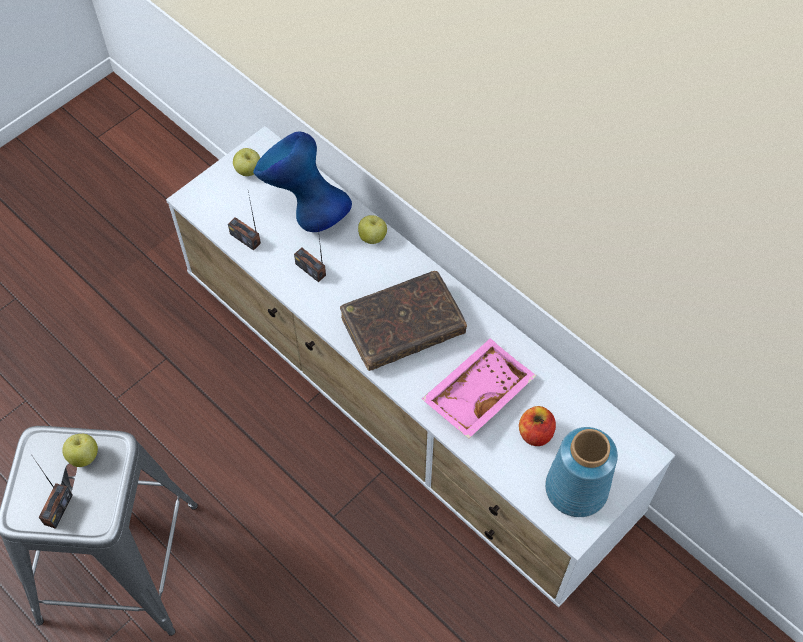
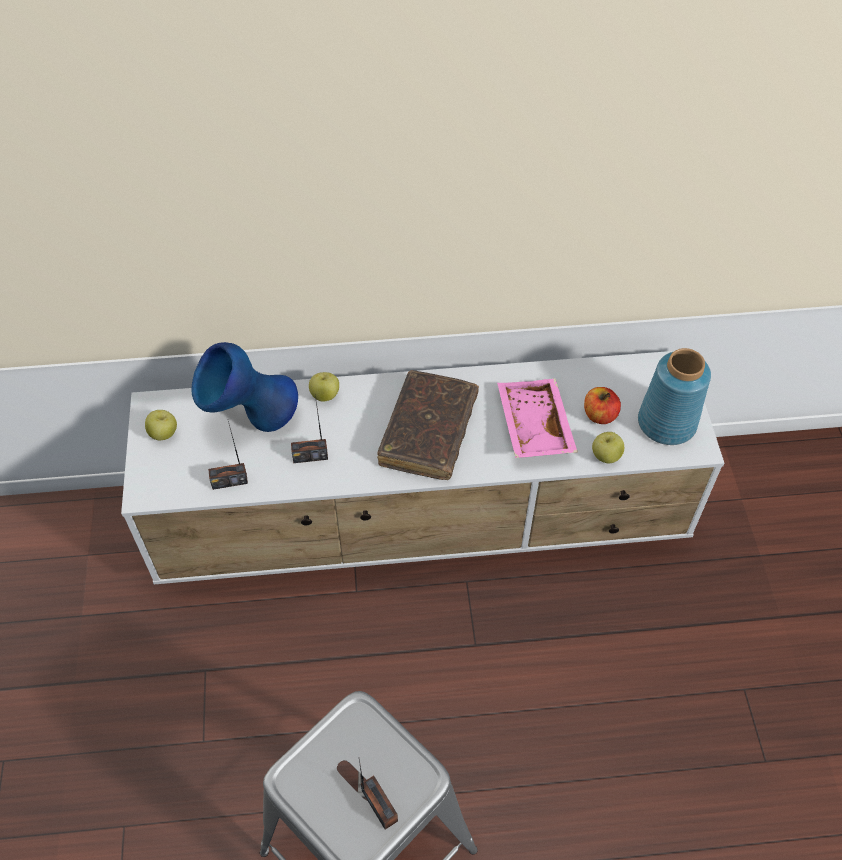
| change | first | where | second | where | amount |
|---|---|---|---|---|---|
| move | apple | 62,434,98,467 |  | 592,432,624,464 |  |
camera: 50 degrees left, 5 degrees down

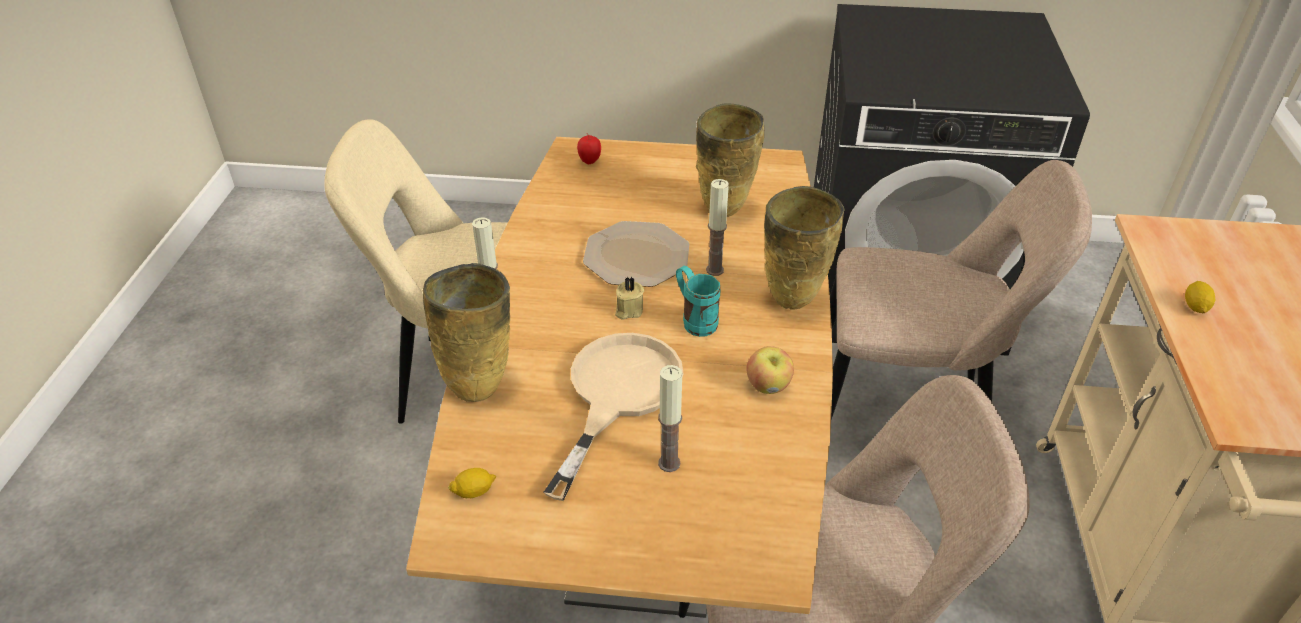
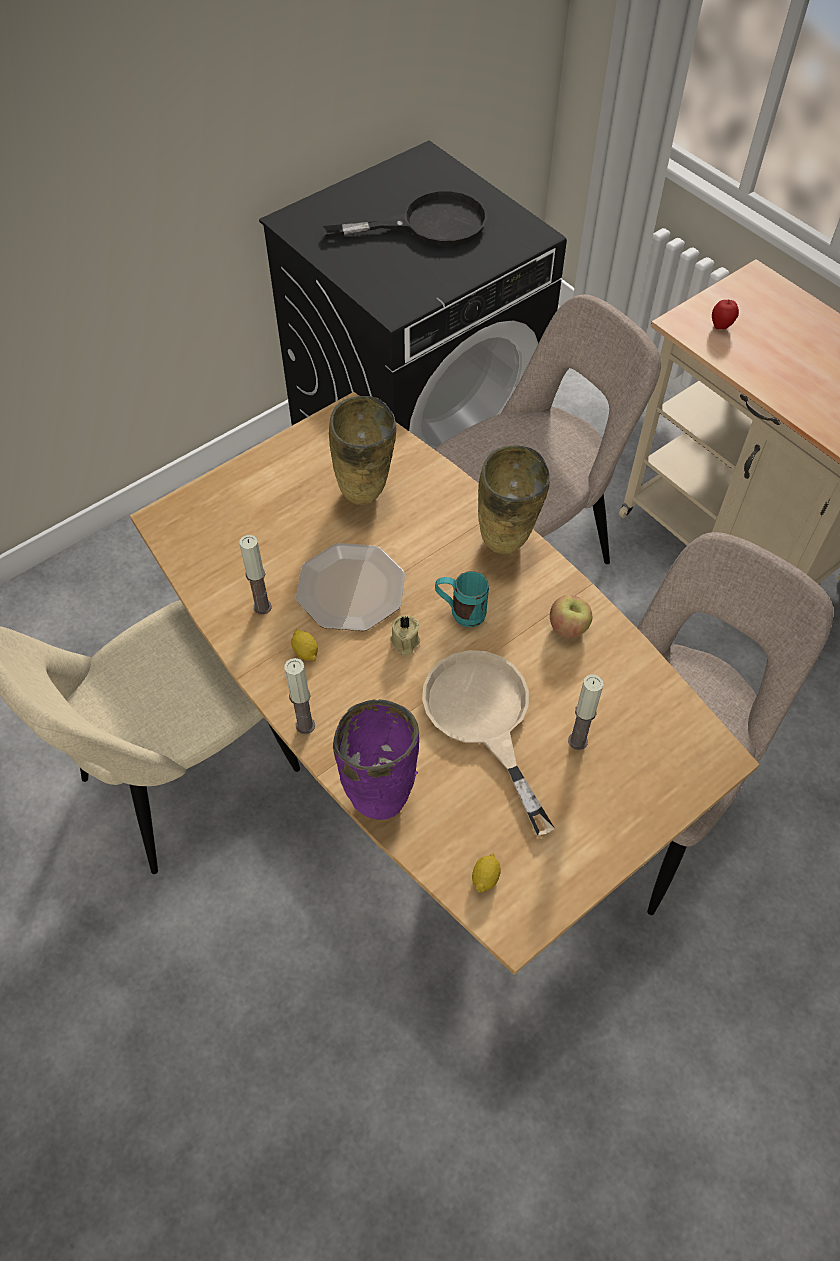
| change | first | where | second | where | amount |
|---|---|---|---|---|---|
| move | candle | 706,179,729,276 |  | 239,535,272,615 |  |
| move | lemon | 1185,281,1216,313 |  | 291,630,318,661 |  |
| insert |  |  | black frying pan | 322,190,488,247 |  |
| recolor | beige vase | 423,263,510,402 | purple vase | 333,699,419,820 |  |
| move | apple | 577,133,601,164 |  | 712,300,739,329 |  |
camera: 45 degrees left, 15 degrees up

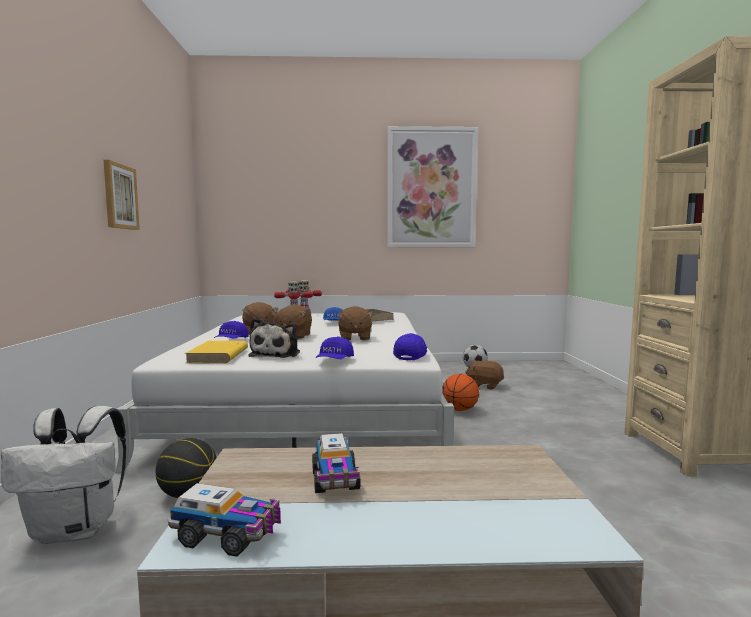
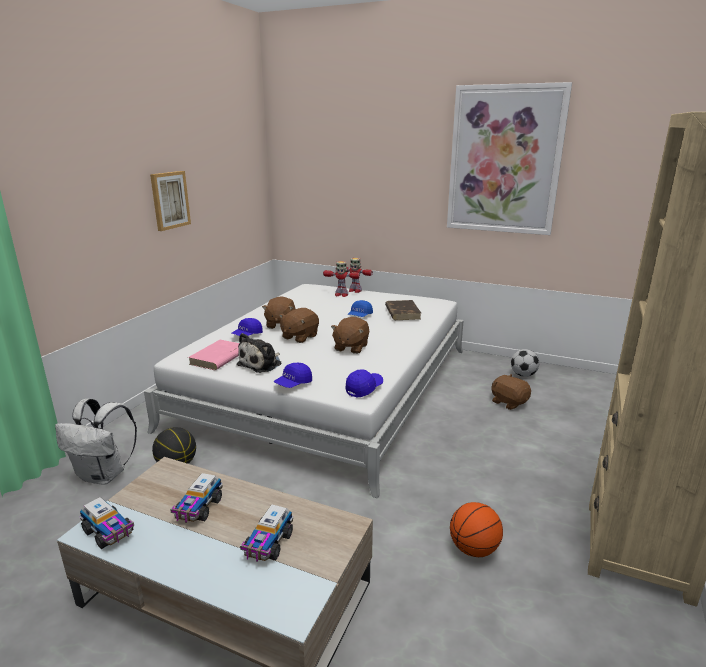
| change | first | where | second | where | amount |
|---|---|---|---|---|---|
| recolor | yellow book | 185,341,248,363 | pink book | 188,340,239,370 |  |
| insert |  |  | toy truck | 240,504,293,562 |  |
| move | basketball | 442,374,479,411 |  | 450,502,503,557 |  |
camera: 25 degrees right, 15 degrees up

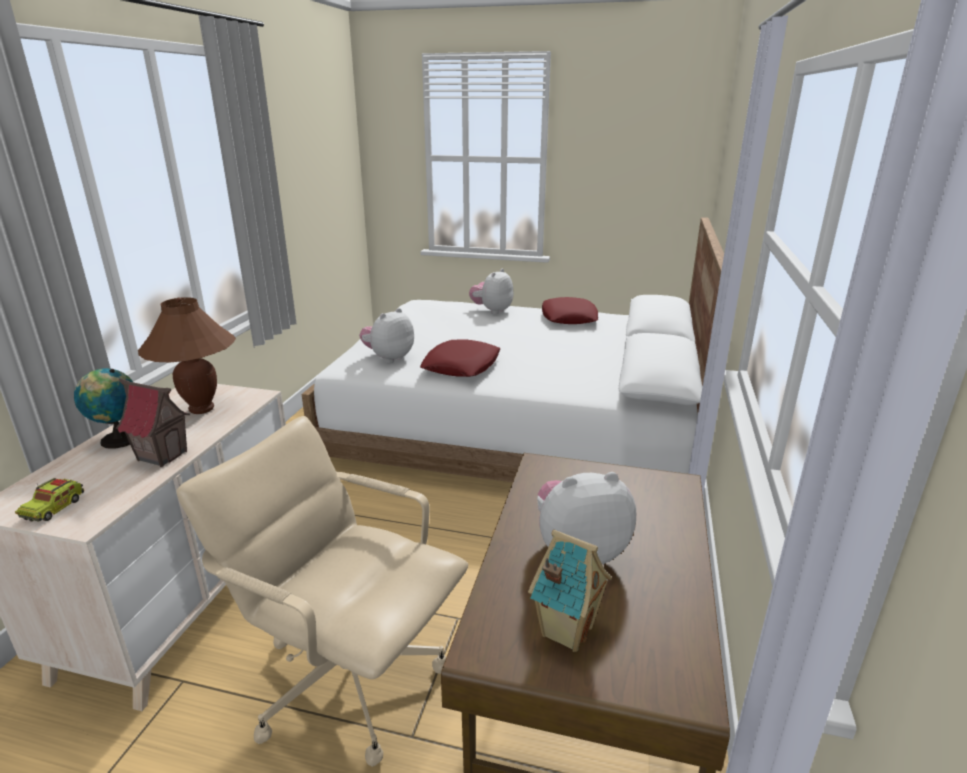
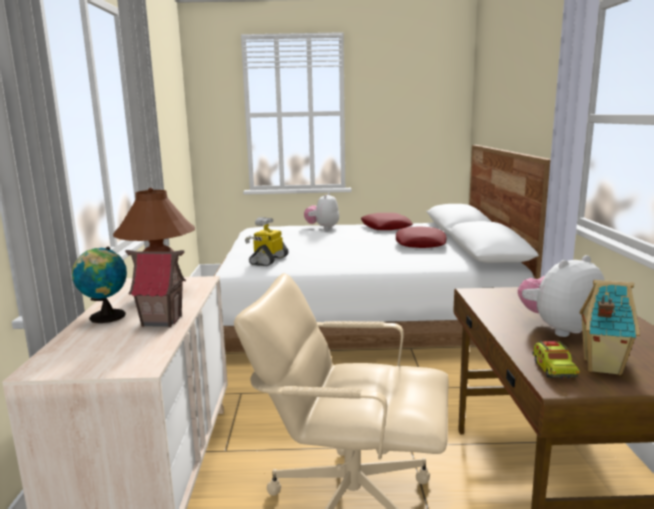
| change | first | where | second | where | amount |
|---|---|---|---|---|---|
| replace | plush toy | 359,308,414,363 | toy robot | 245,217,289,266 |  |
| move | red pillow | 420,339,500,377 |  | 396,226,446,248 |  |
| move | toy truck | 15,478,84,521 |  | 532,341,580,379 |  |
camera: 15 degrees left, 10 degrees down

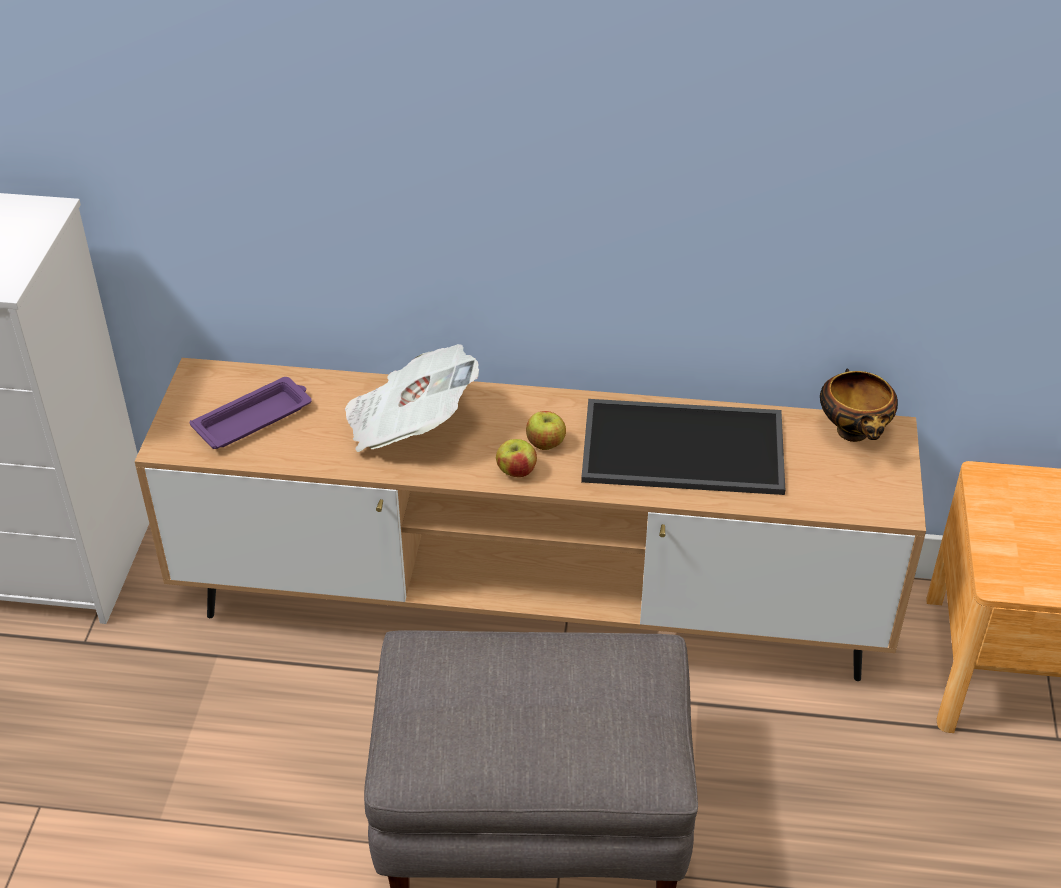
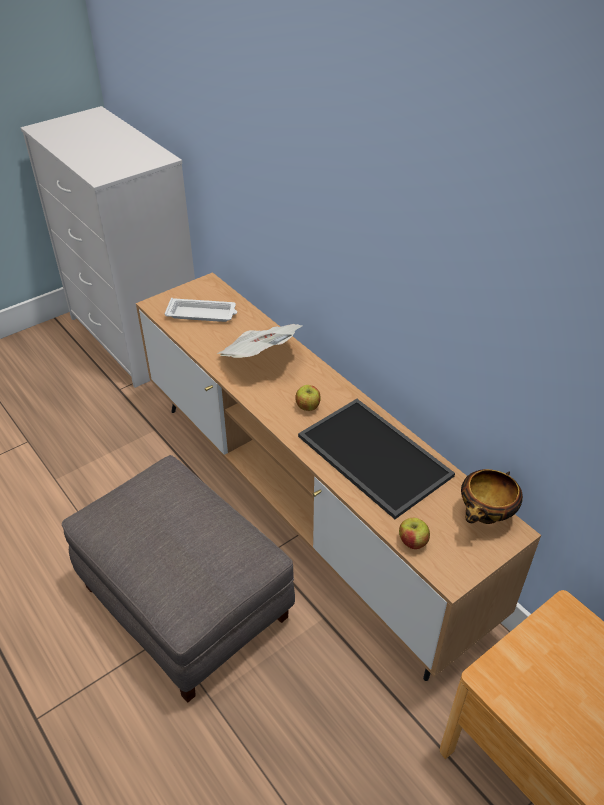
| change | first | where | second | where | amount |
|---|---|---|---|---|---|
| recolor | purple tray | 190,377,312,449 | white tray | 165,298,237,322 |  |
| move | apple | 496,439,537,477 |  | 399,518,430,549 |  |
camera: 45 degrees right, 0 degrees up

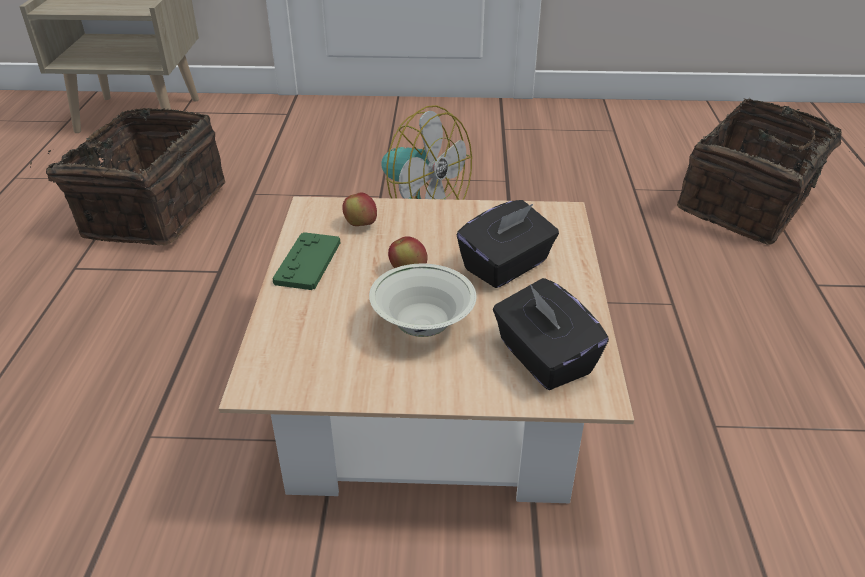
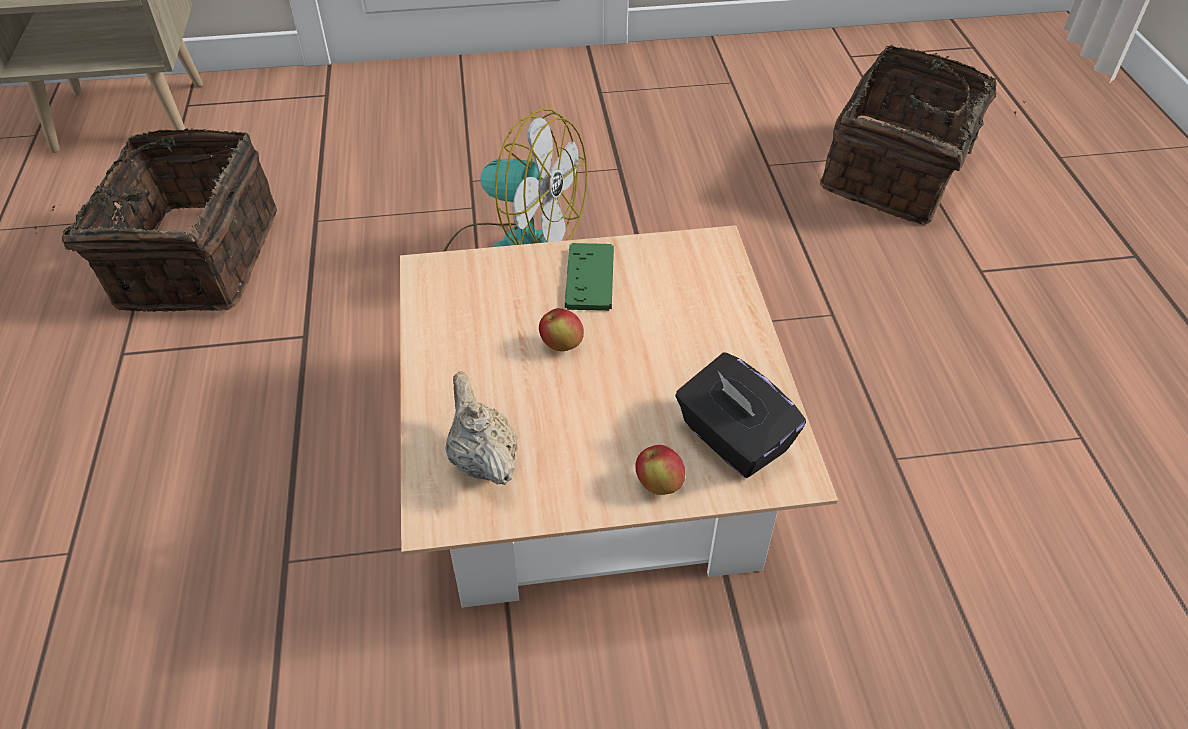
| change | first | where | second | where | amount |
|---|---|---|---|---|---|
| insert |  |  | beige teapot | 445,371,518,485 |  |
| move | green game controller | 272,232,340,290 |  | 565,243,614,311 |  |
| move | apple | 342,192,377,226 |  | 635,445,686,495 |  |
| delete | white bowl | 369,264,476,337 |  |  |  |
| delete | black tissue box | 457,200,559,288 |  |  |  |
camera: 10 degrees left, 10 degrees up

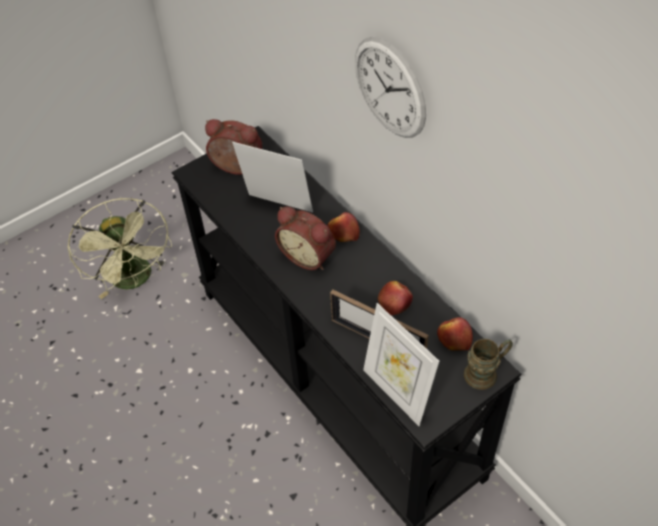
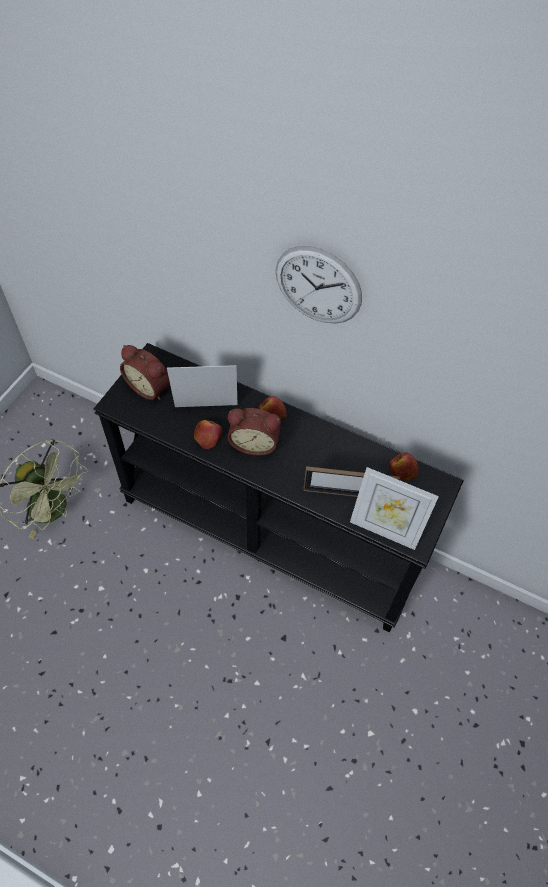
| change | first | where | second | where | amount |
|---|---|---|---|---|---|
| rotate | alarm clock | 205,119,262,175 |  | 120,345,170,400 | 135 degrees counterclockwise |
| move | apple | 378,281,413,315 |  | 194,420,222,449 |  |
| delete | brown mug | 464,339,513,390 |  |  |  |
camera: 30 degrees left, 5 degrees up

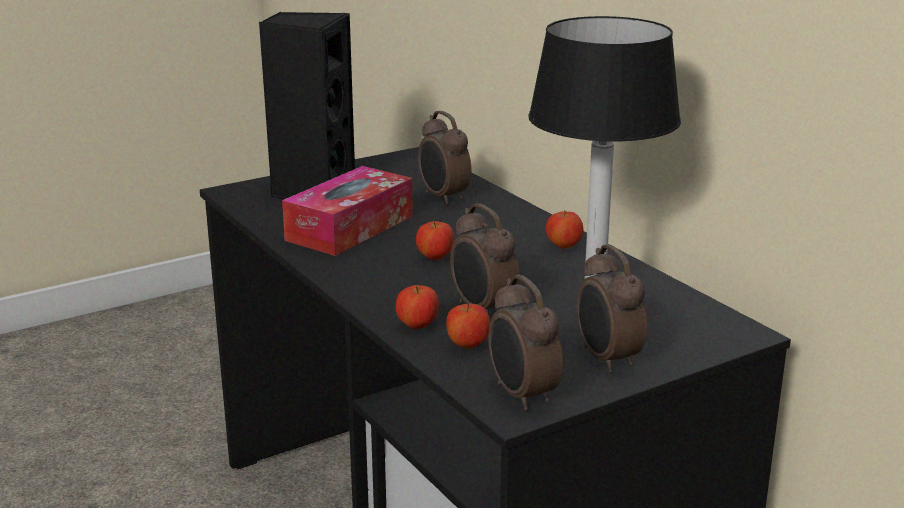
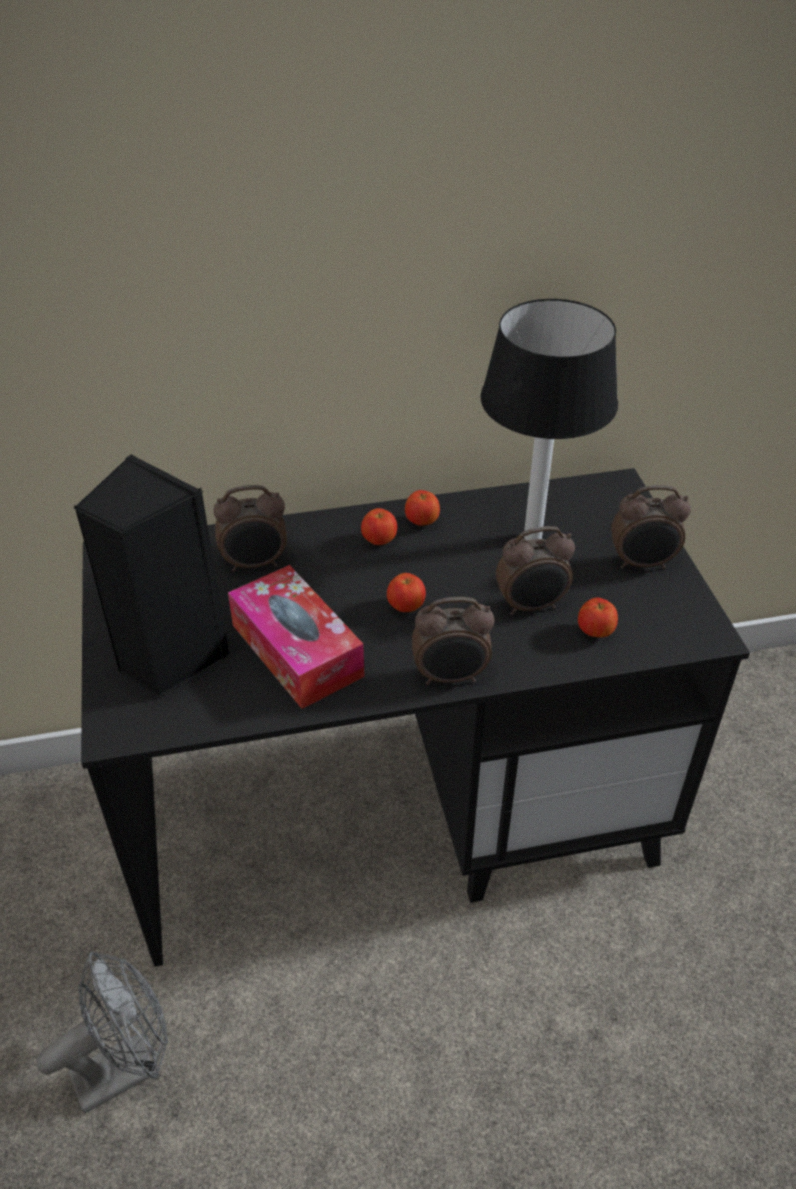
| change | first | where | second | where | amount |
|---|---|---|---|---|---|
| insert |  |  | grey fan | 36,952,168,1113 |  |
| move | apple | 396,285,439,329 |  | 361,508,397,545 |  |
| move | alarm clock | 488,275,563,411 |  | 412,597,495,685 |  |
camera: 70 degrees left, 20 degrees up

